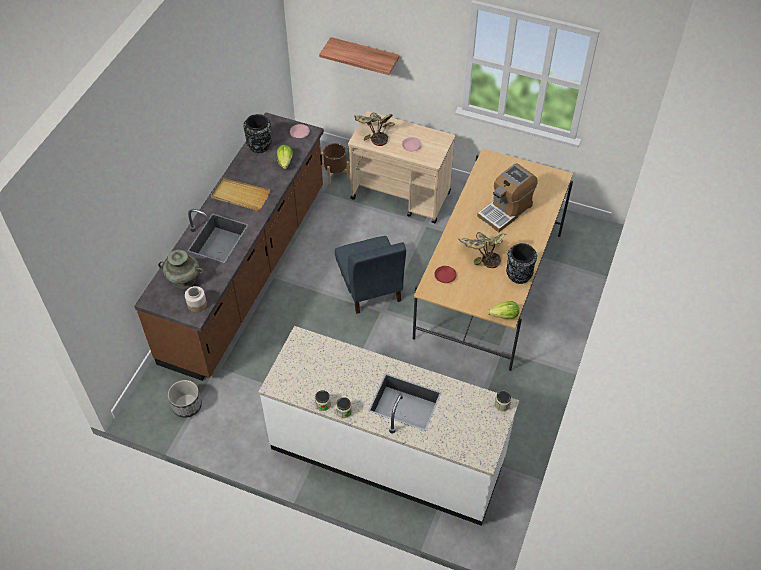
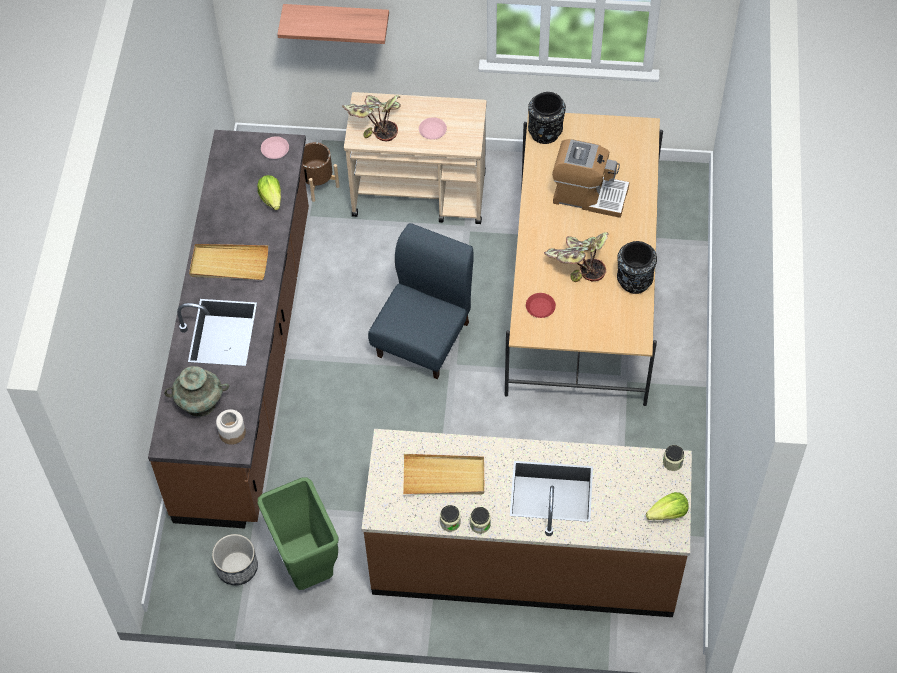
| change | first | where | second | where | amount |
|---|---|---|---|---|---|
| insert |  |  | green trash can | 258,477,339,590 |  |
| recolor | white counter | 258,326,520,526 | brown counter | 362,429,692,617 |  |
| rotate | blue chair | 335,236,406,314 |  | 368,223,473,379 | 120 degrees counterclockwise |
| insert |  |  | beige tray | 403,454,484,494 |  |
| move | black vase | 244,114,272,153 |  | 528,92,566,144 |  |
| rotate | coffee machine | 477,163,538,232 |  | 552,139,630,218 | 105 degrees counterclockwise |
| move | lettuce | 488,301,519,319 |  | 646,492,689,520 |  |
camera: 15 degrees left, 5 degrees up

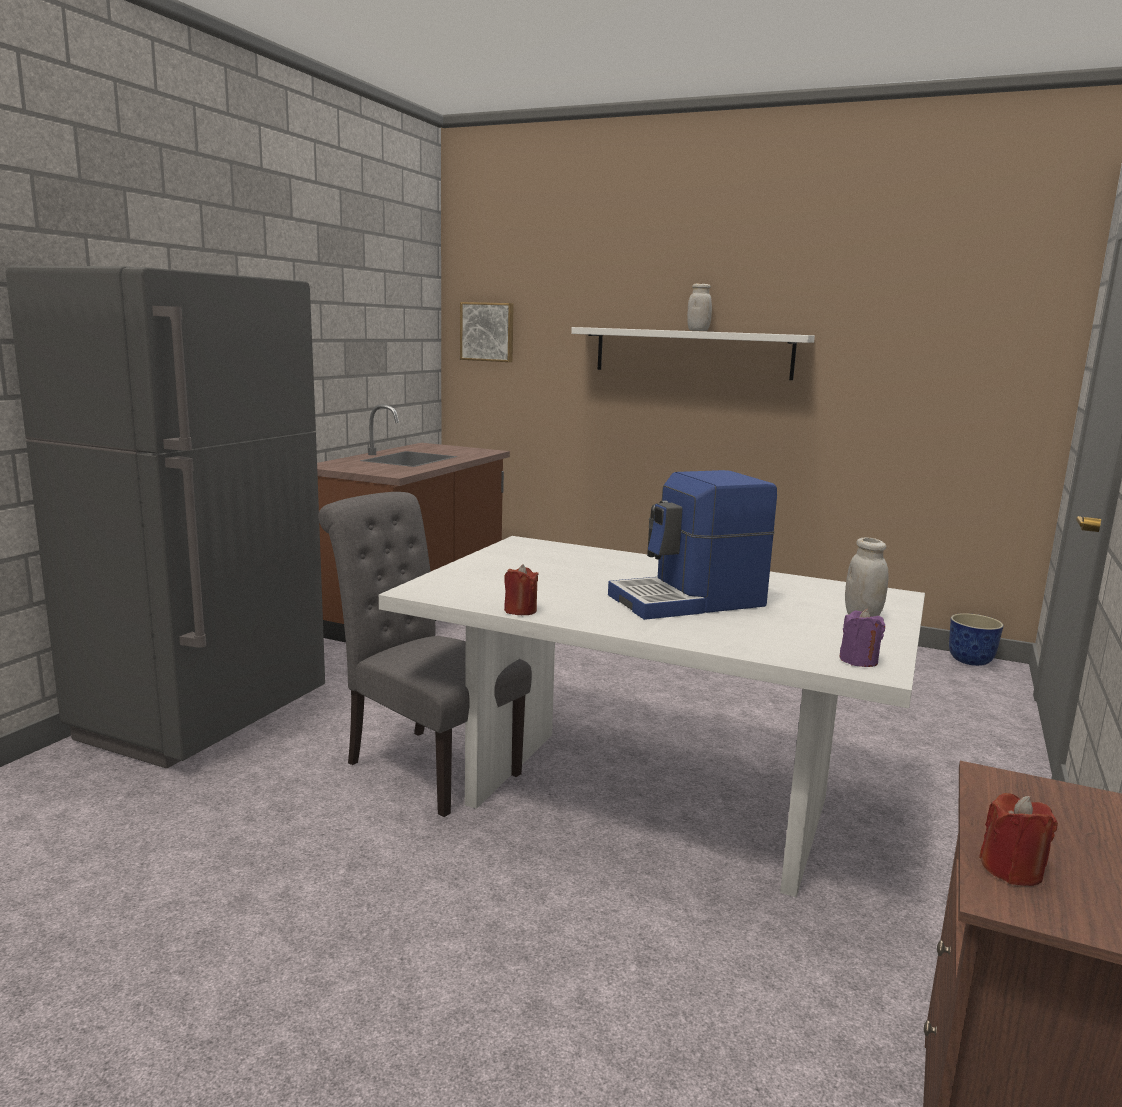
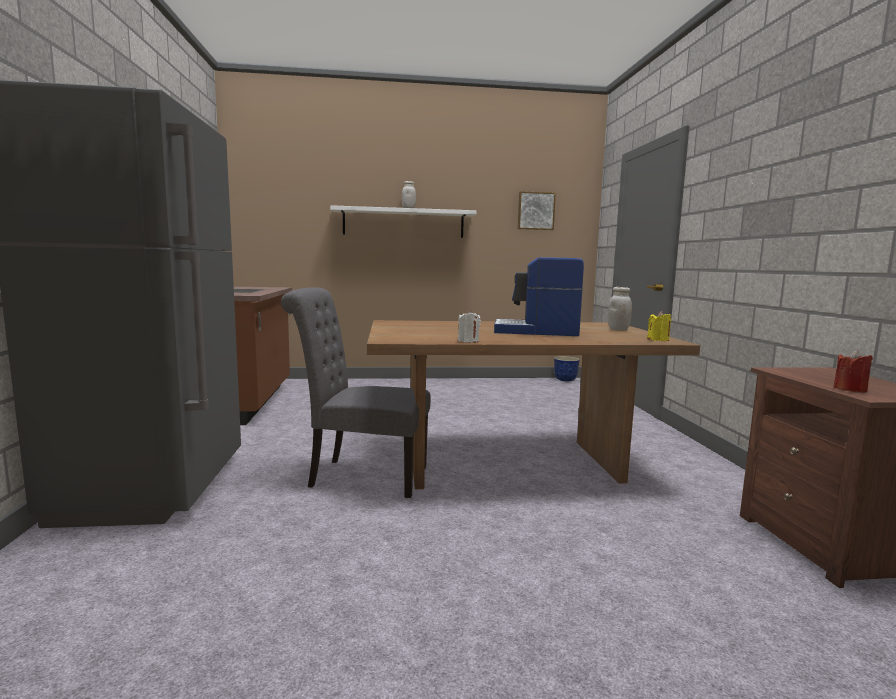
| change | first | where | second | where | amount |
|---|---|---|---|---|---|
| recolor | white dining table | 379,536,925,897 | brown dining table | 367,320,700,489 |  |
| recolor | red candle | 504,564,539,615 | white candle | 458,310,481,343 |  |
| rotate | coffee machine | 608,470,777,620 |  | 494,257,584,336 | 60 degrees clockwise |
| move | picture | 460,302,514,362 |  | 518,191,556,230 |  |
| recolor | purple candle | 839,609,885,667 | yellow candle | 647,311,671,341 |  |
camera: 30 degrees left, 5 degrees down

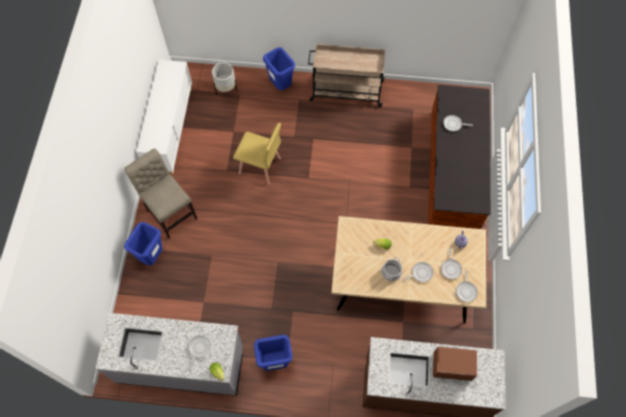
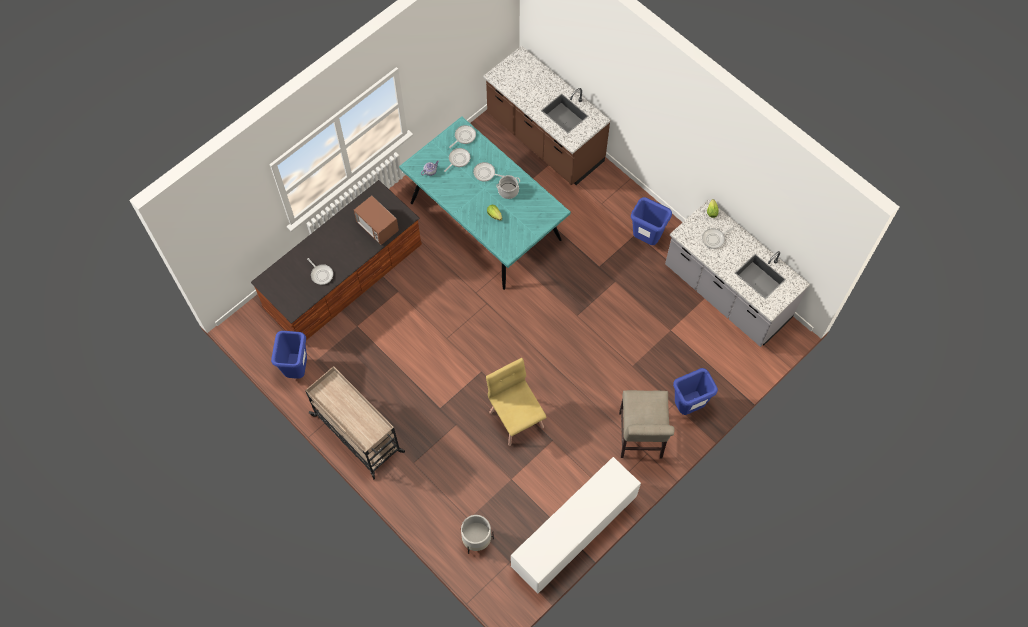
| change | first | where | second | where | amount |
|---|---|---|---|---|---|
| move | blue trash can | 263,47,295,91 |  | 271,331,307,379 |  |
| move | microwave | 433,347,477,381 |  | 354,196,399,245 |  |
| recolor | beige dining table | 331,216,486,323 | turquoise dining table | 399,116,571,290 |  |
camera: 140 degrees left, 0 degrees up

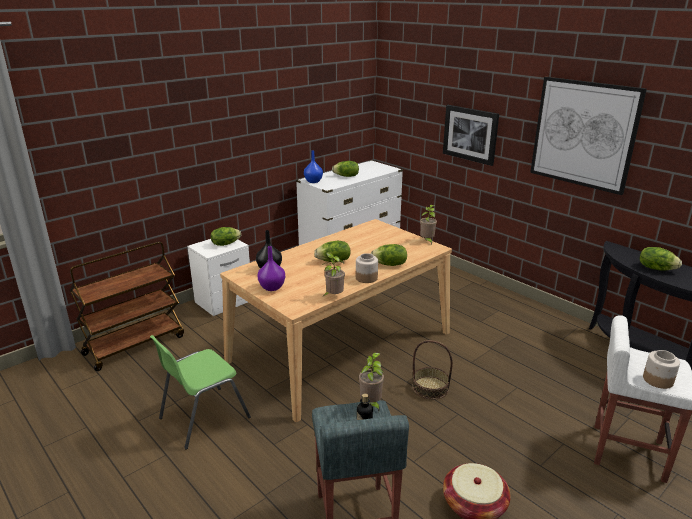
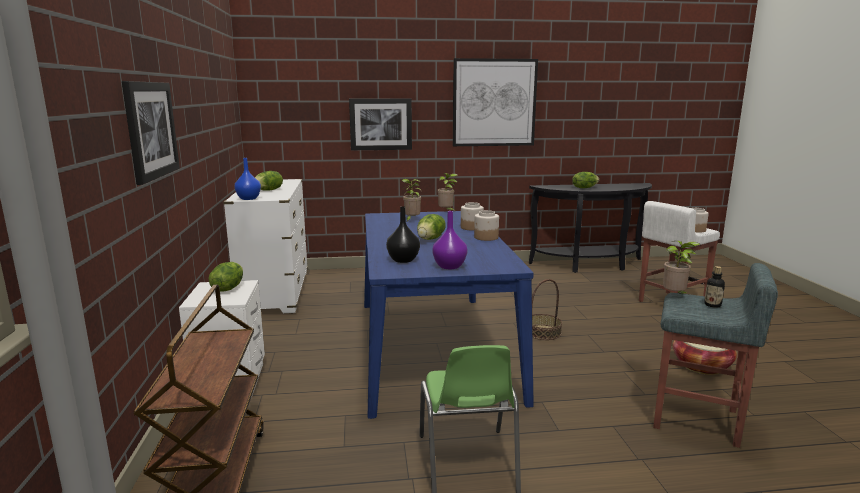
| change | first | where | second | where | amount |
|---|---|---|---|---|---|
| insert |  |  | picture | 122,81,180,185 |  |
| recolor | beige dining table | 220,219,452,422 | blue dining table | 364,211,534,419 |  |
| move | potted plant | 321,252,345,296 |  | 402,179,421,221 |  |
| replace | lettuce | 371,244,407,266 | jar | 461,202,484,231 |  |
camera: 55 degrees left, 10 degrees down

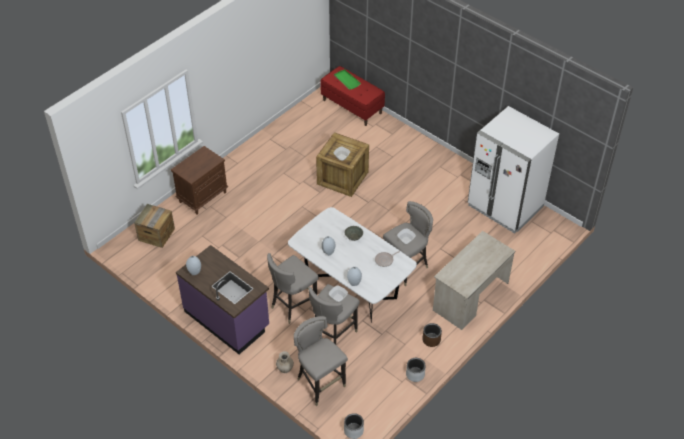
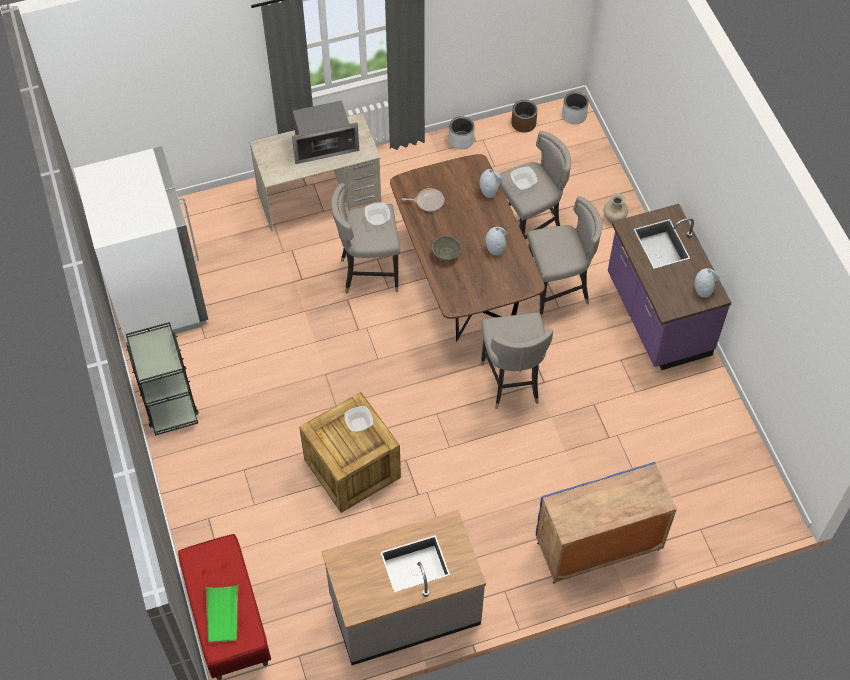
| change | first | where | second | where | amount |
|---|---|---|---|---|---|
| insert |  |  | black cart | 126,322,199,436 |  |
| insert |  |  | microwave | 292,100,359,164 |  |
| insert |  |  | grey counter | 322,510,486,665 |  |
| recolor | white dining table | 288,207,417,323 | brown dining table | 390,154,545,342 |  |
| move | grey stool | 294,316,348,406 |  | 481,313,553,409 |  |
| move | brown planter | 422,323,442,347 |  | 511,100,538,133 |  |
| replace | brown nightstand | 171,146,229,215 | blue cabinet | 536,462,677,584 |  |
| delete | crate | 134,204,175,248 |  |  |  |
camera: 150 degrees left, 10 degrees up

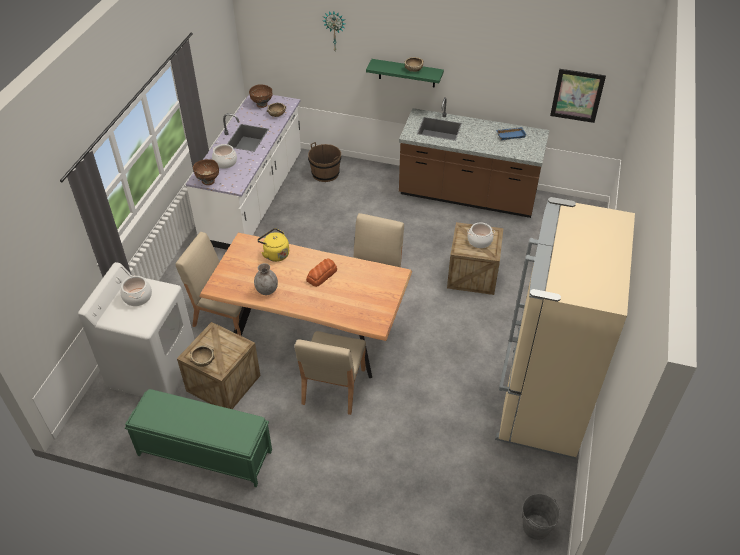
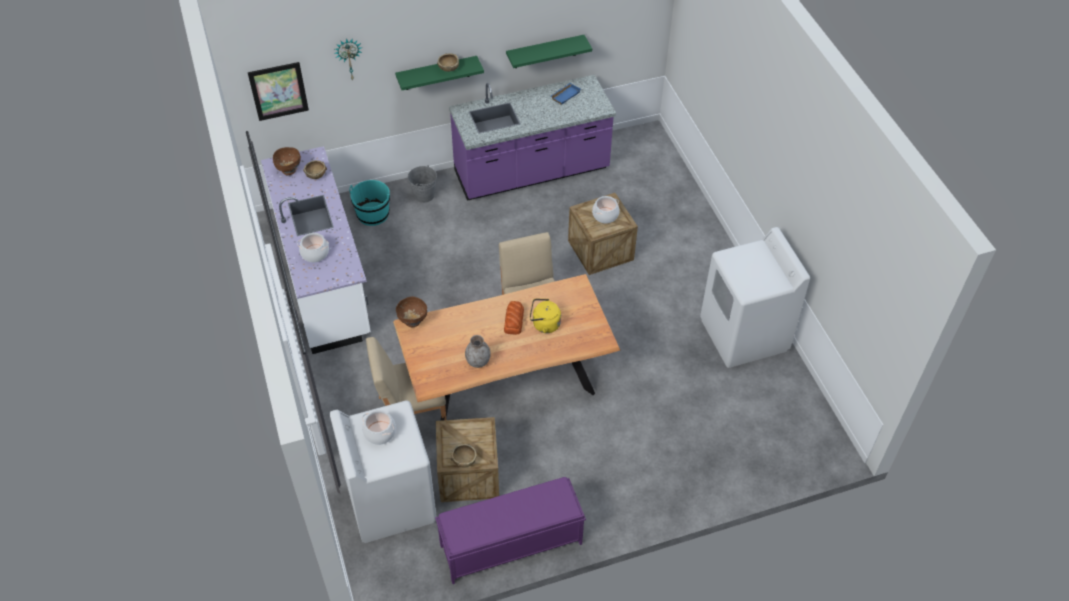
| change | first | where | second | where | amount |
|---|---|---|---|---|---|
| move | picture | 550,69,606,123 |  | 248,62,309,121 |  |
| recolor | brown bucket | 308,142,341,182 | turquoise bucket | 349,180,390,226 |  |
| move | brown bowl | 193,159,219,185 |  | 396,297,427,327 |  |
| move | grey bucket | 522,494,561,540 |  | 408,165,437,203 |  |
| recolor | green bench | 125,389,272,487 | purple bench | 435,477,586,584 |  |
| recolor | brown counter | 399,97,549,218 | purple counter | 449,75,616,201 |  |
| insert |  |  | green shelf | 506,35,592,68 |  |
| move | yellow kettle | 257,228,289,262 |  | 530,299,561,333 |  |
| replace | beige fridge | 495,197,635,459 | white washing machine | 700,227,810,368 |  |
| delete | beige chair | 294,331,366,415 |  |  |  |
camera: 35 degrees left, 5 degrees up

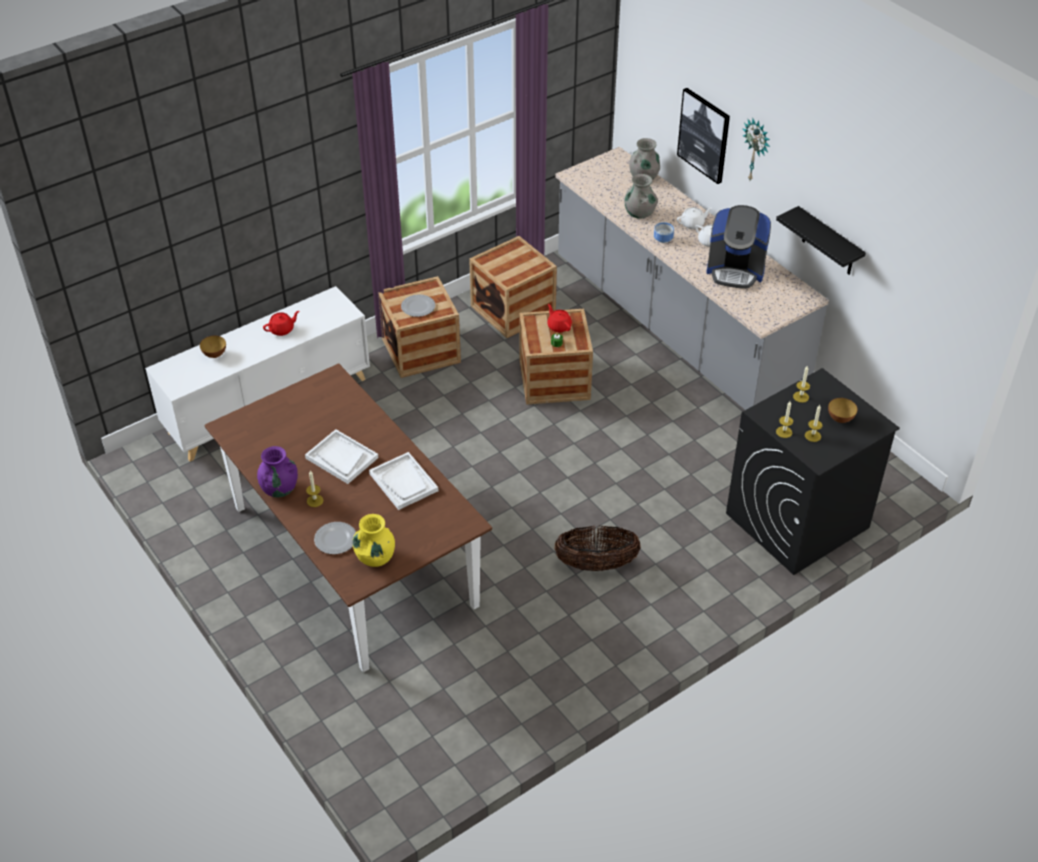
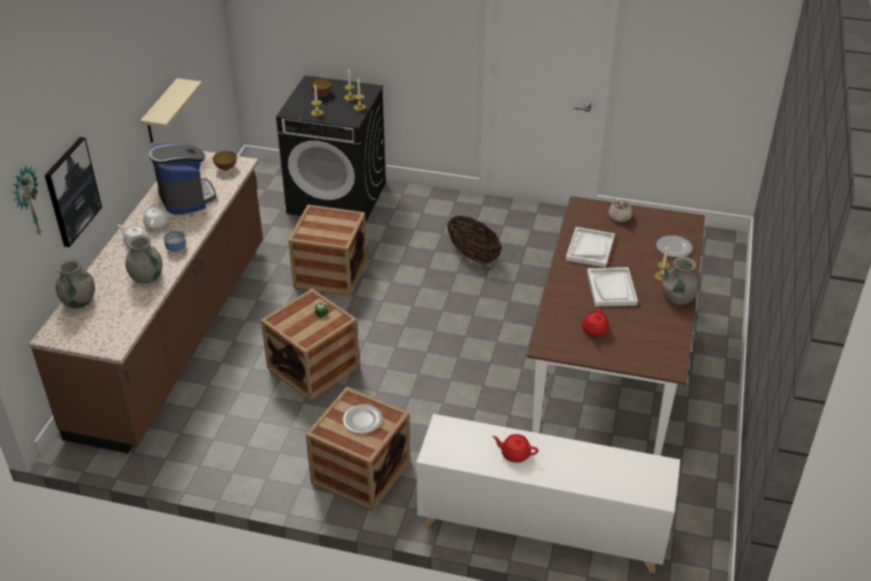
| change | first | where | second | where | amount |
|---|---|---|---|---|---|
| move | wall clock | 742,118,770,180 |  | 13,166,42,235 |  |
| recolor | grey counter | 555,147,829,410 | brown counter | 29,151,263,453 |  |
| recolor | black shelf | 776,206,866,275 | beige shelf | 140,78,202,143 |  |
| move | bowl | 200,336,226,358 |  | 213,151,237,171 |  |
| move | crate | 469,236,557,338 |  | 288,205,368,296 |  |
| move | red teapot | 547,304,572,332 |  | 582,307,609,337 |  |
| insert |  |  | beige teapot | 608,197,633,222 |  |
| recolor | purple vase | 257,446,298,497 | grey vase | 661,257,699,305 |  |
| delete | yellow vase | 352,514,395,567 |  |  |  |
camera: 130 degrees left, 5 degrees down

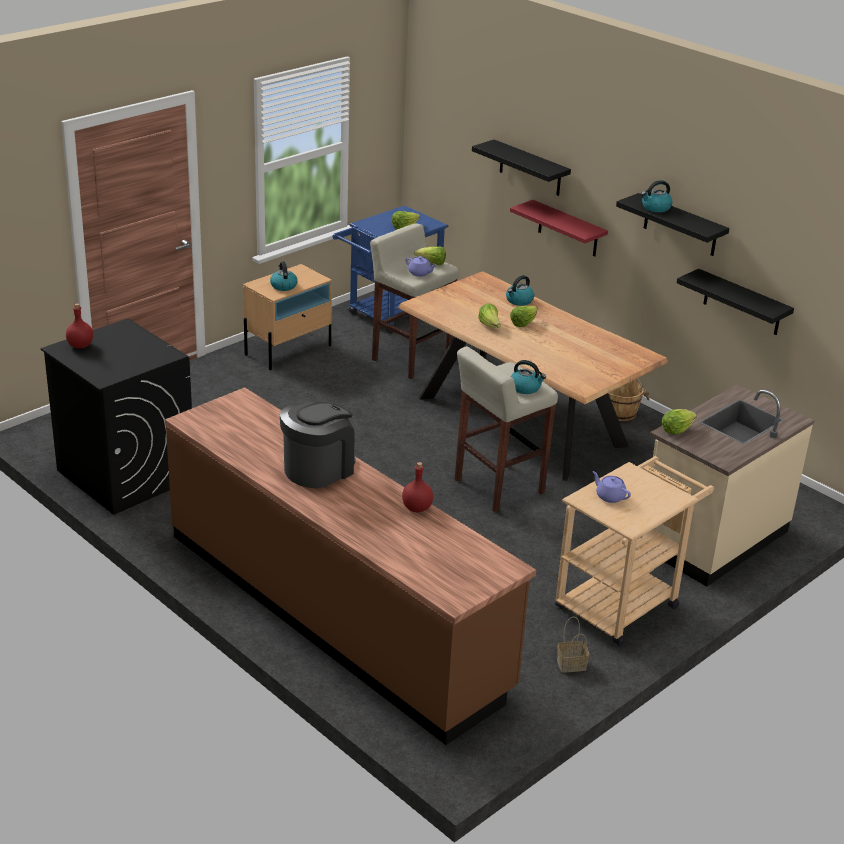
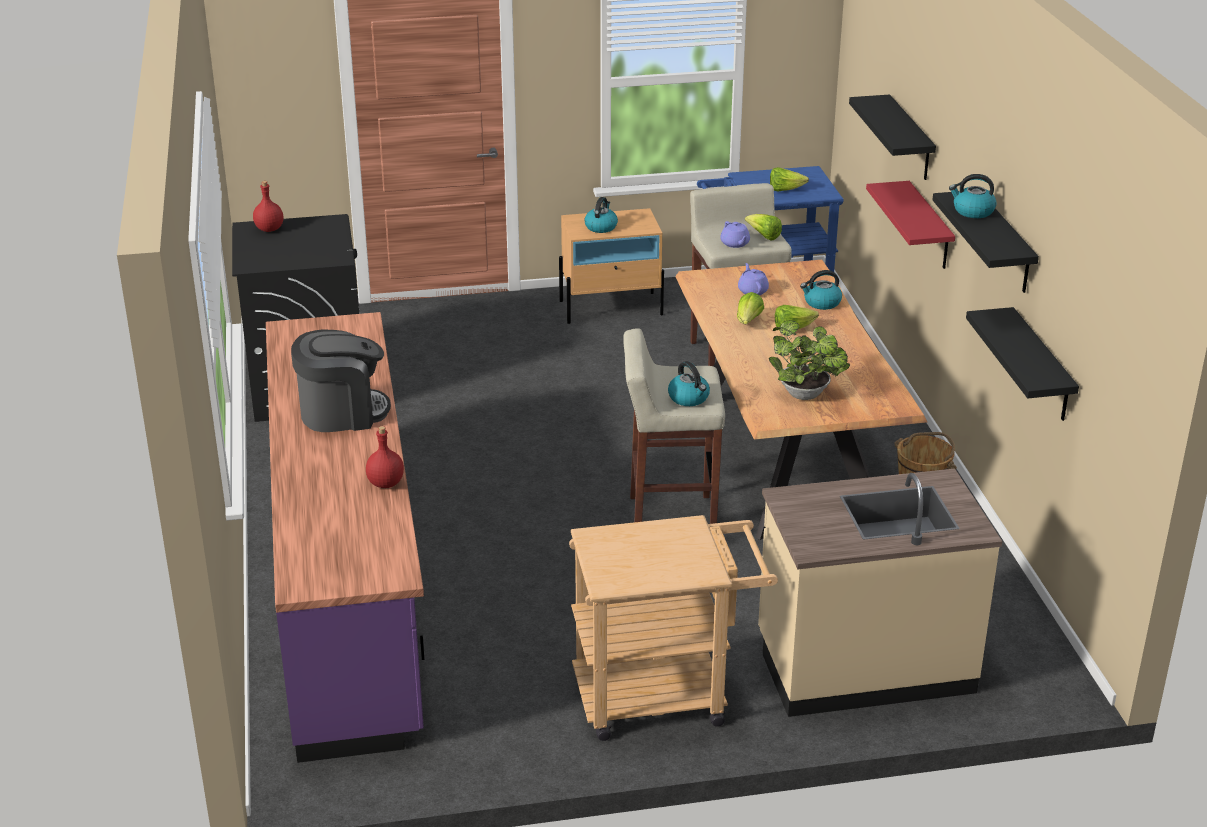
| change | first | where | second | where | amount |
|---|---|---|---|---|---|
| recolor | brown counter | 165,387,536,745 | purple counter | 266,312,424,763 |  |
| move | purple teapot | 592,471,631,503 |  | 738,263,769,295 |  |
| insert |  |  | potted plant | 769,320,850,400 |  |
| delete | basket | 557,617,589,673 |  |  |  |
| delete | lettuce | 662,409,697,435 |  |  |  |
camera: 35 degrees right, 0 degrees up

